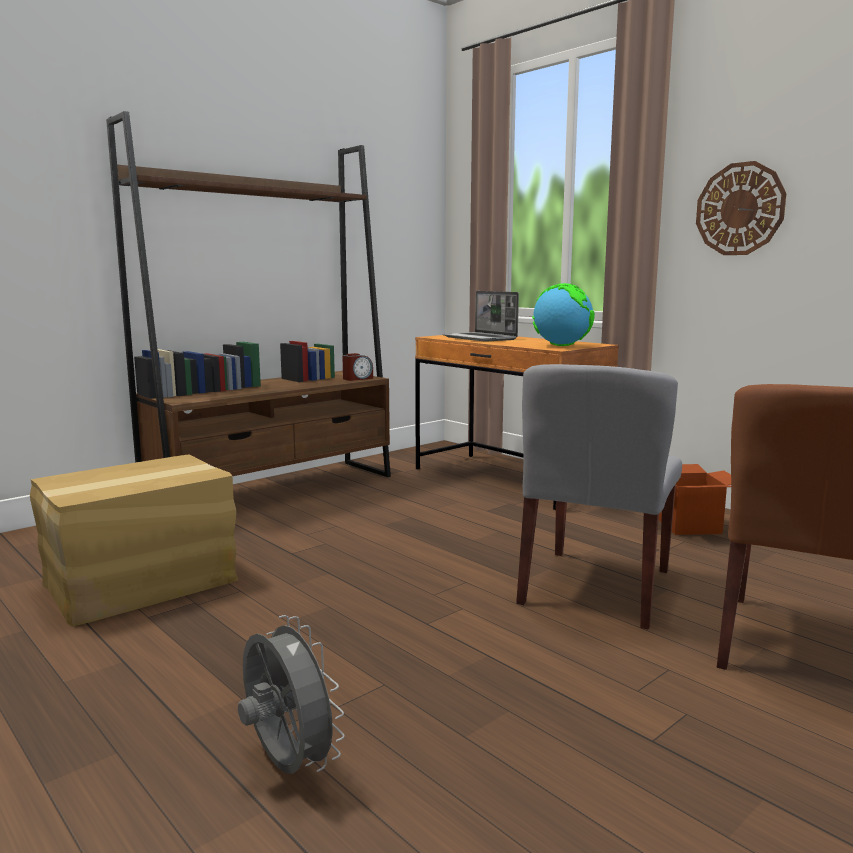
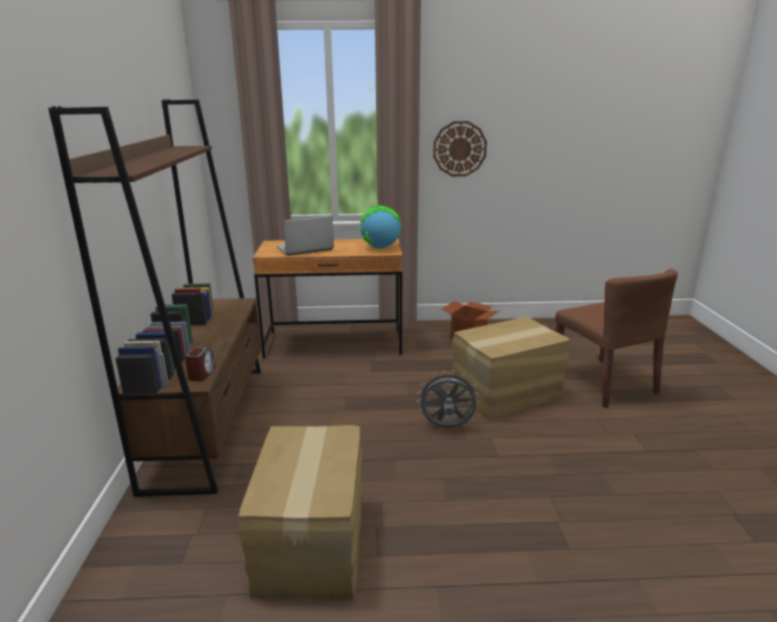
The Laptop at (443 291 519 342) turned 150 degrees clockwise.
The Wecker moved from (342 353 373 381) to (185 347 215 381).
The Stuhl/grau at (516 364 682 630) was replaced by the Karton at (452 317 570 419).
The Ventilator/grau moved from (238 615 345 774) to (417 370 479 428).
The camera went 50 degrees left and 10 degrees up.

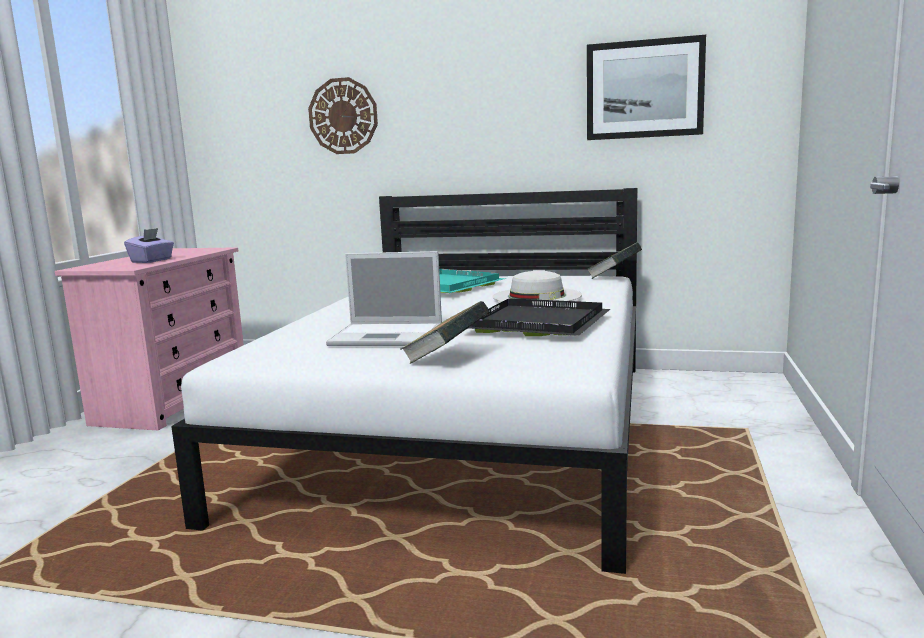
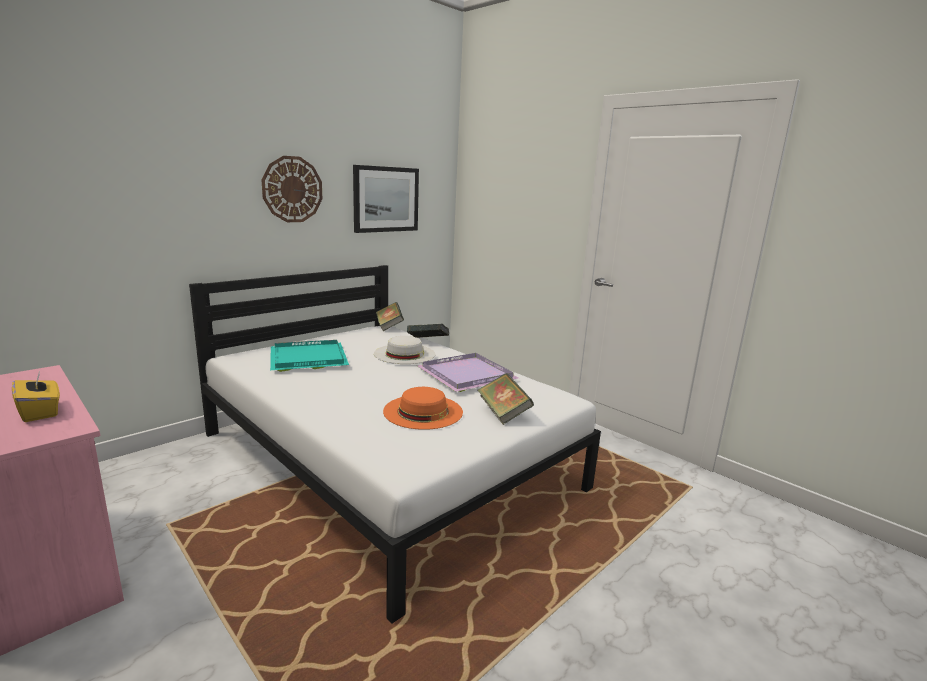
The Wanduhr moved from (308 77 378 154) to (262 156 322 222).
The Taschentuchbox/lila at (124 228 174 263) became the Taschentuchbox/gelb at (12 370 60 422).
The Laptop at (326 251 442 346) was replaced by the Hut/orange at (383 387 463 430).
The Tablett/schwarz at (469 298 610 336) became the Tablett/lila at (417 353 519 392).
The Buch at (407 324 449 338) appeared.
The camera went 60 degrees left and 5 degrees up.

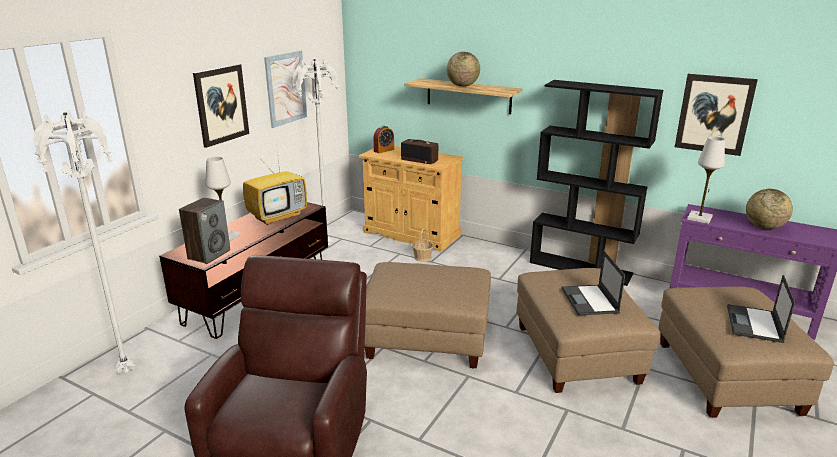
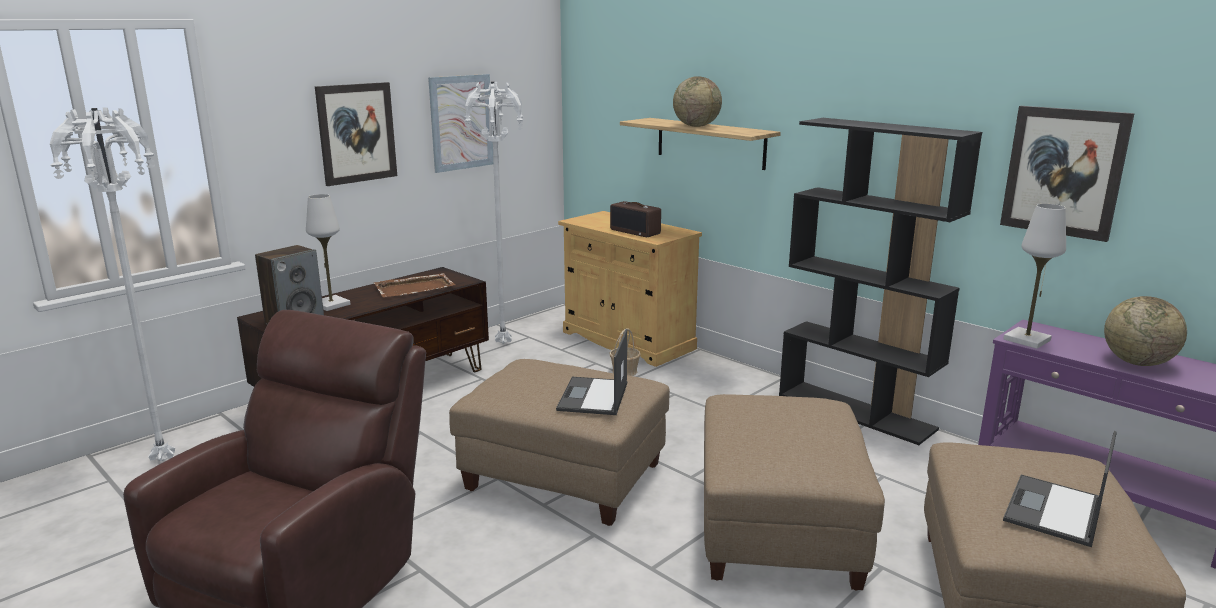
The Wecker at (373 126 394 153) disappeared.
The Fernseher at (243 150 307 225) was replaced by the Tablett/braun at (374 273 455 297).
The Laptop moved from (561 250 625 316) to (556 329 627 415).
The camera went 15 degrees right and 5 degrees down.

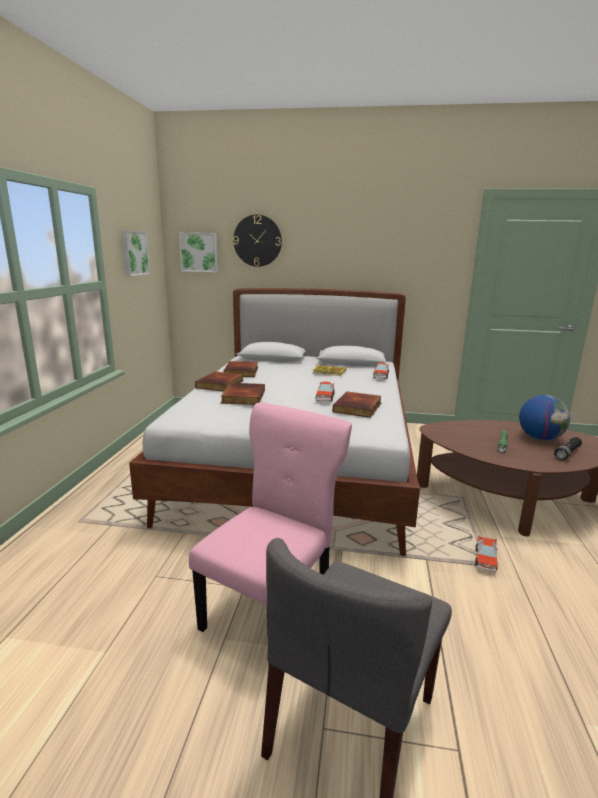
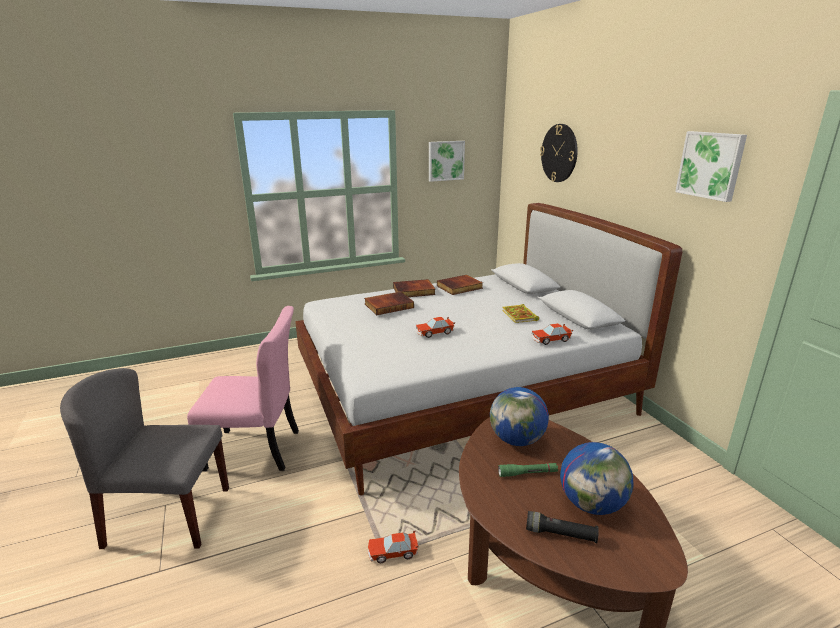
The Bild moved from (179 233 218 272) to (675 131 747 202).
The Buch at (333 391 382 418) disappeared.
The Globus at (490 387 549 446) appeared.
The camera went 60 degrees right and 5 degrees up.

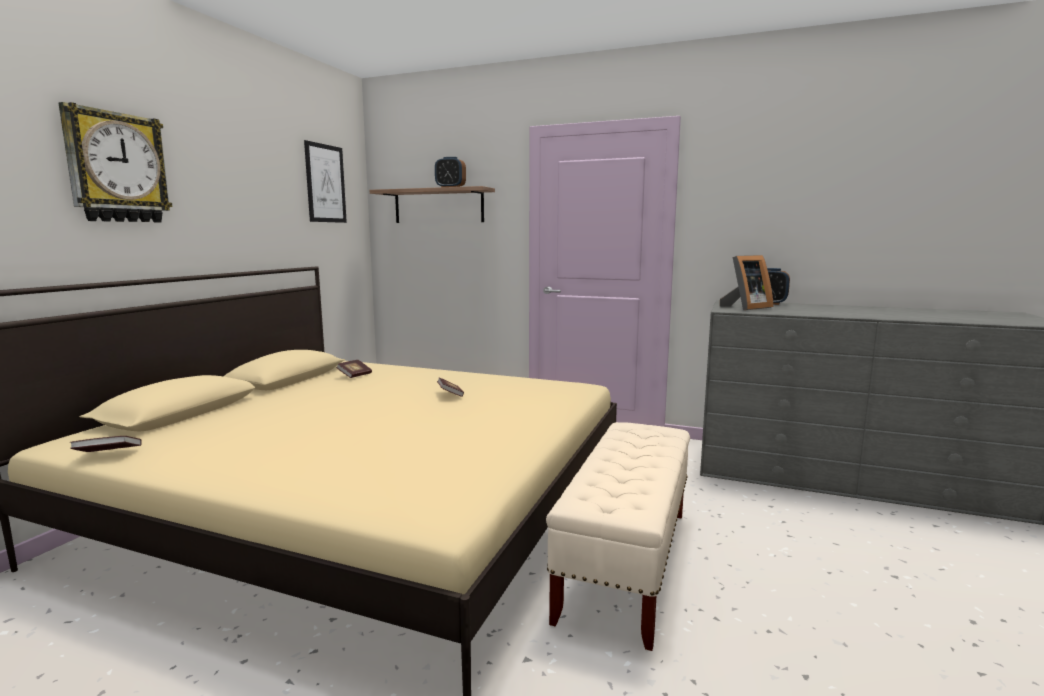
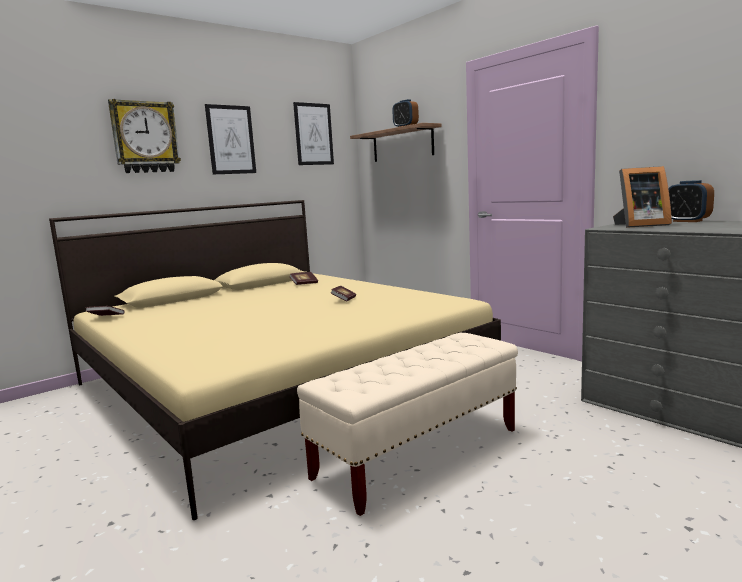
The Bild at (205 104 256 174) appeared.
The camera went 30 degrees right and 0 degrees up.

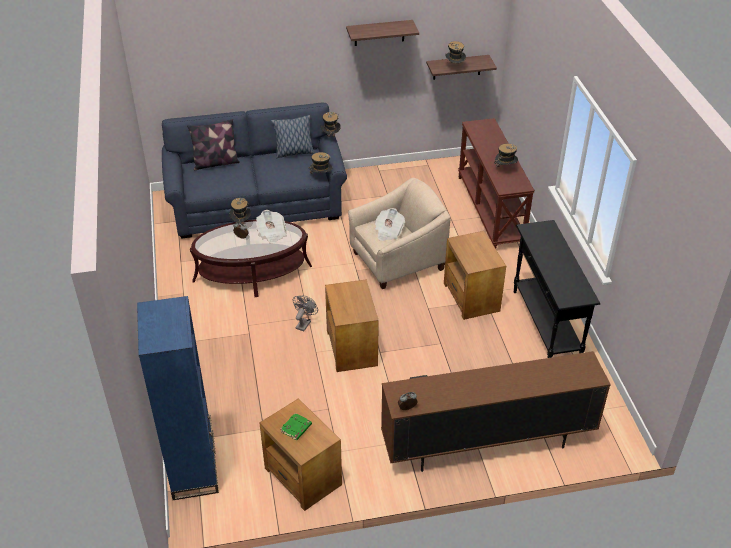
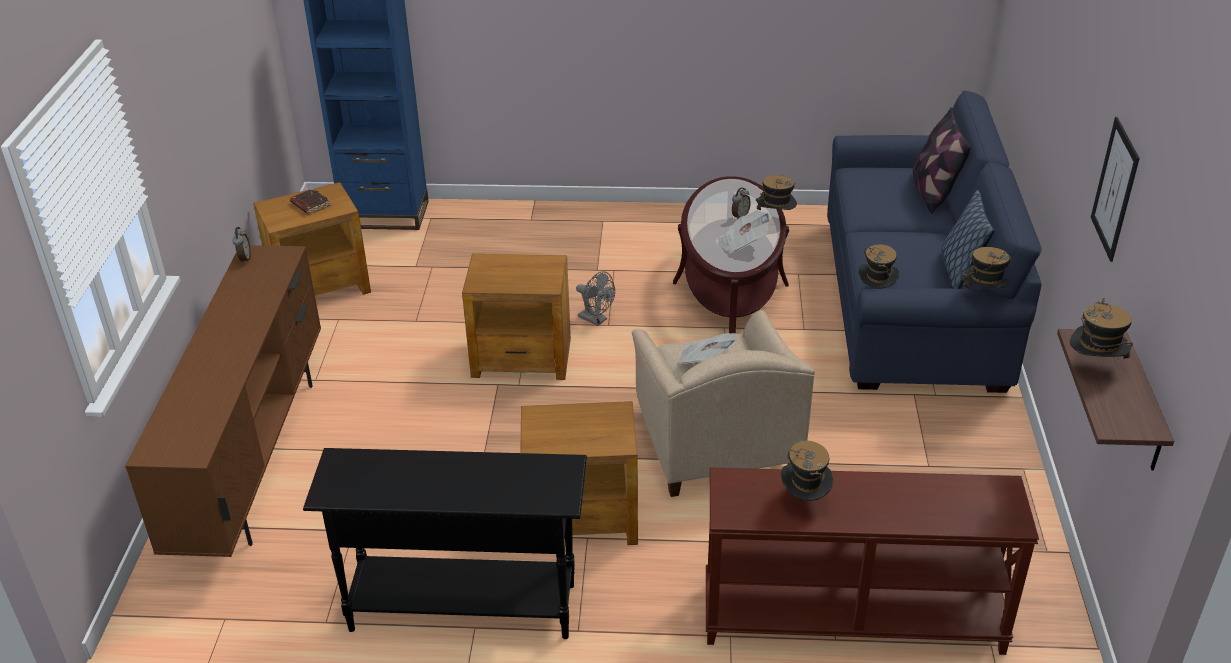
The Wandregal at (346 20 419 46) was replaced by the Bild at (1091 117 1140 262).
The Buch/grün at (280 413 312 440) became the Buch/braun at (290 189 331 214).
The camera went 105 degrees right and 5 degrees down.

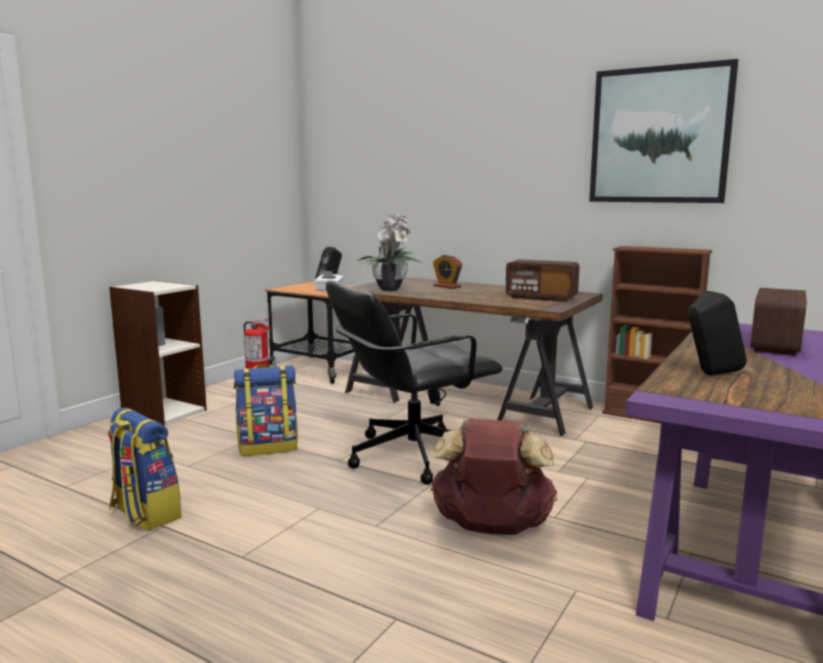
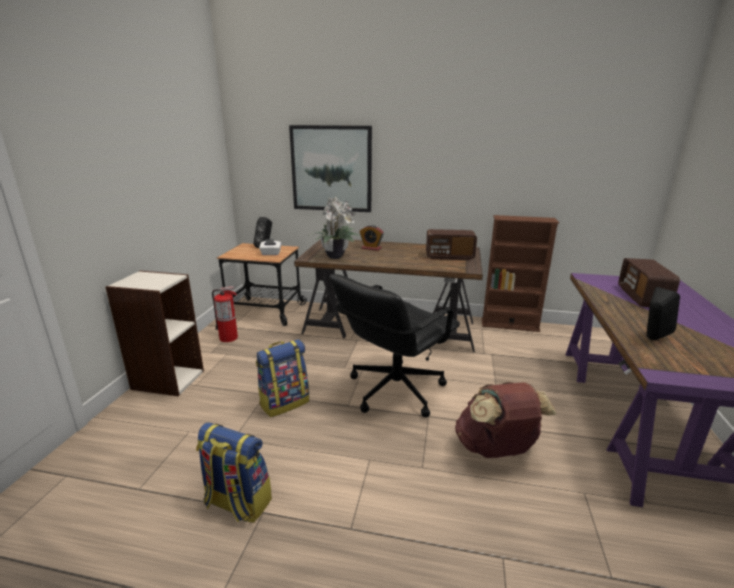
The Bild moved from (589 59 738 203) to (289 125 372 212).
The camera went 20 degrees left and 10 degrees up.

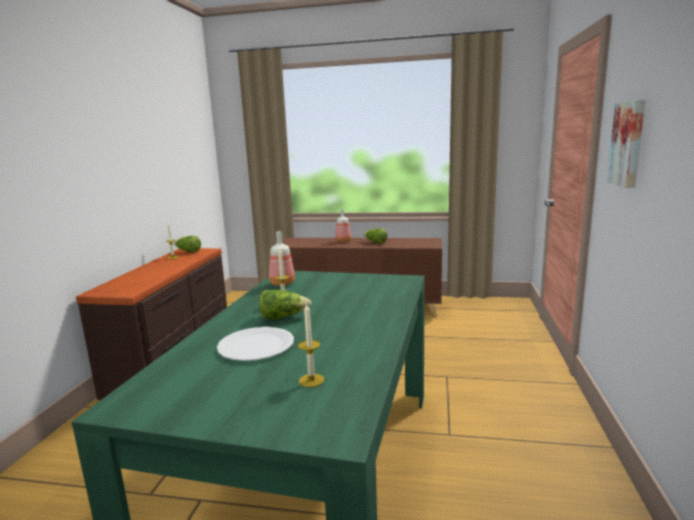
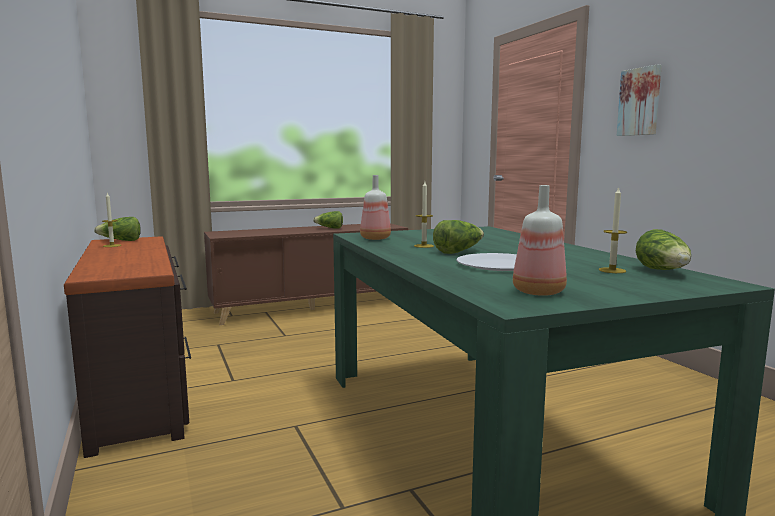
The Flasche moved from (335 209 351 242) to (513 185 567 296).
The Salatkopf at (636 229 691 270) appeared.
The camera went 35 degrees left and 5 degrees down.

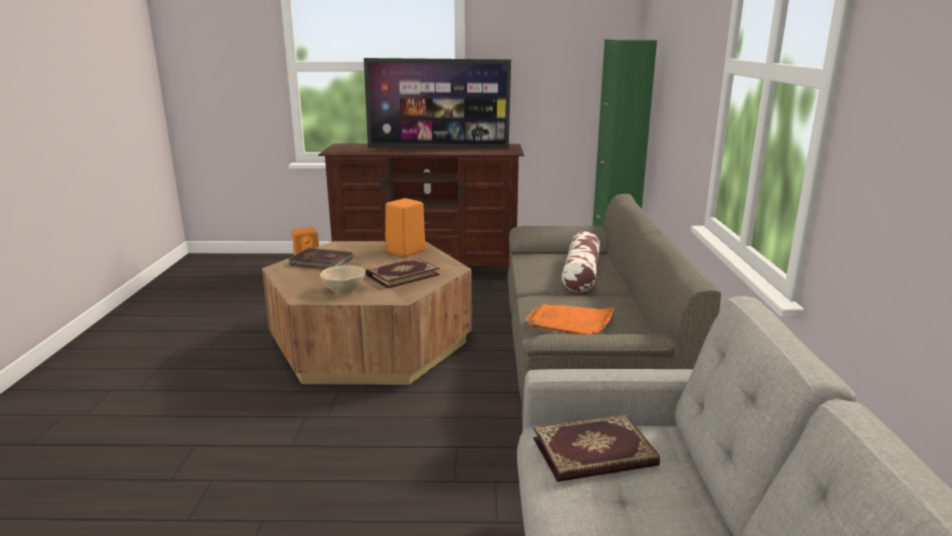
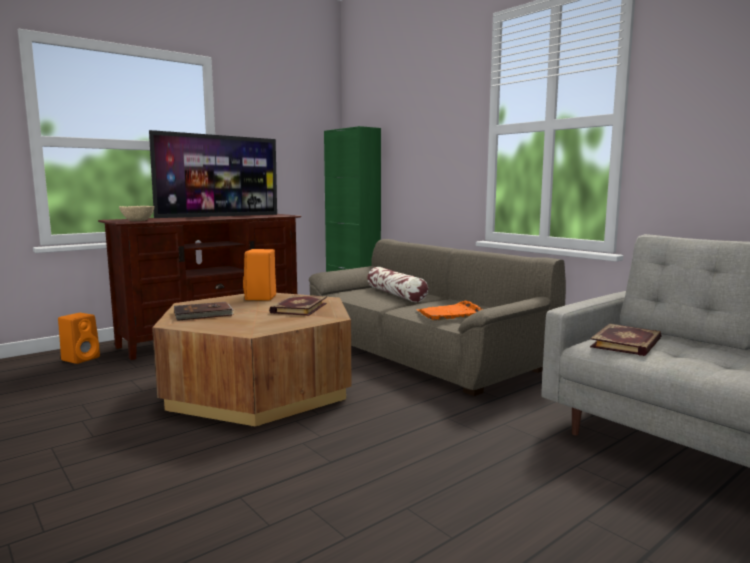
The Schüssel/beige moved from (320 265 365 293) to (119 206 155 221).
The camera went 40 degrees left and 10 degrees down.

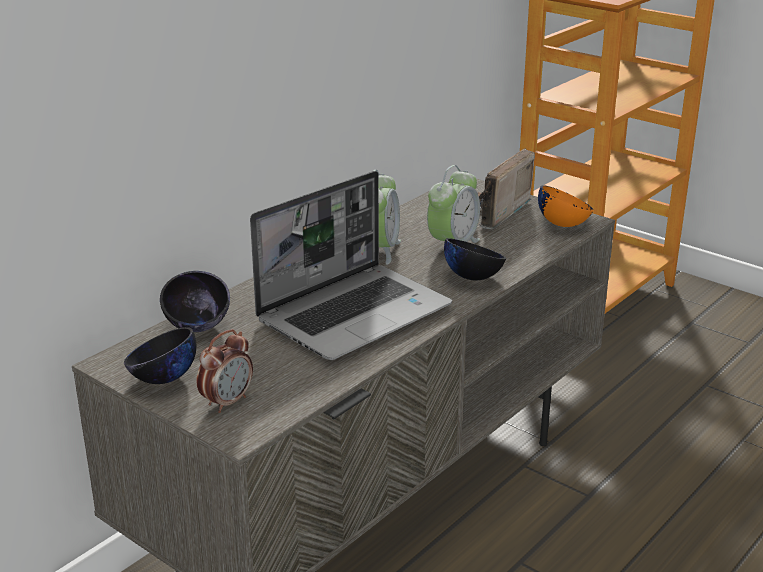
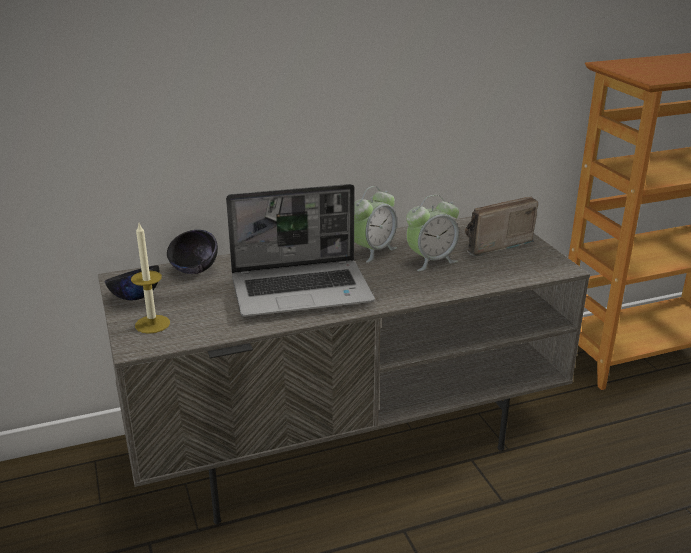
The Schüssel/orange at (538 185 593 227) disappeared.
The Schüssel/schwarz at (444 238 506 280) disappeared.
The Wecker at (196 329 253 413) was replaced by the Kerze at (131 223 170 334).
The camera went 30 degrees right and 0 degrees up.

